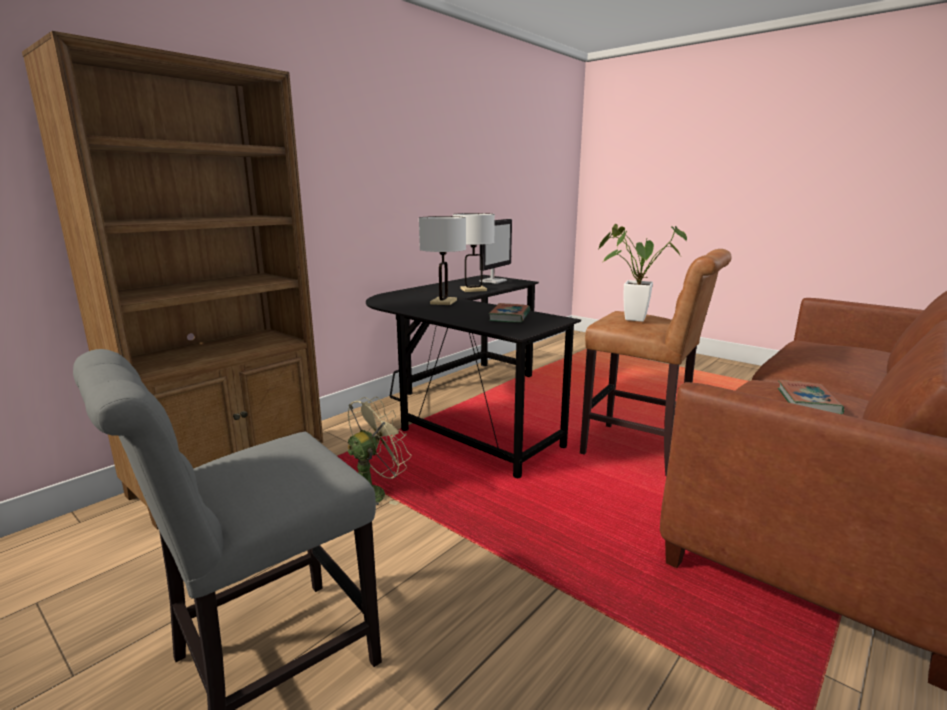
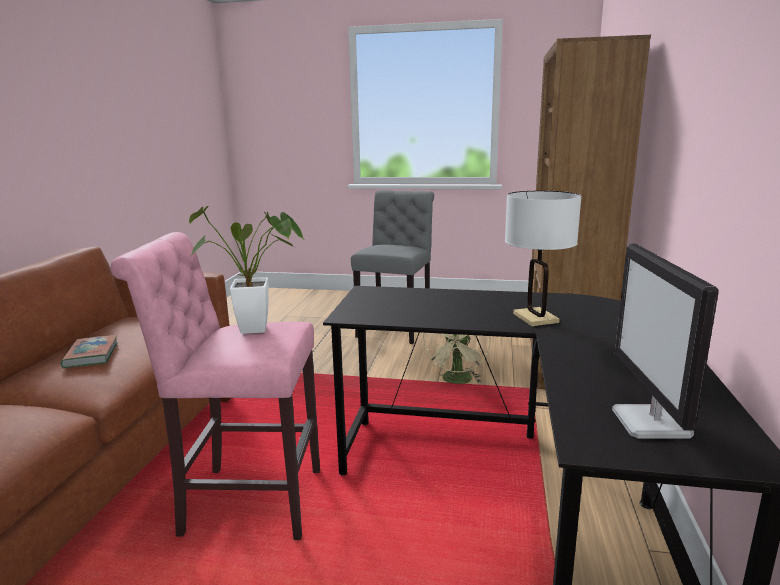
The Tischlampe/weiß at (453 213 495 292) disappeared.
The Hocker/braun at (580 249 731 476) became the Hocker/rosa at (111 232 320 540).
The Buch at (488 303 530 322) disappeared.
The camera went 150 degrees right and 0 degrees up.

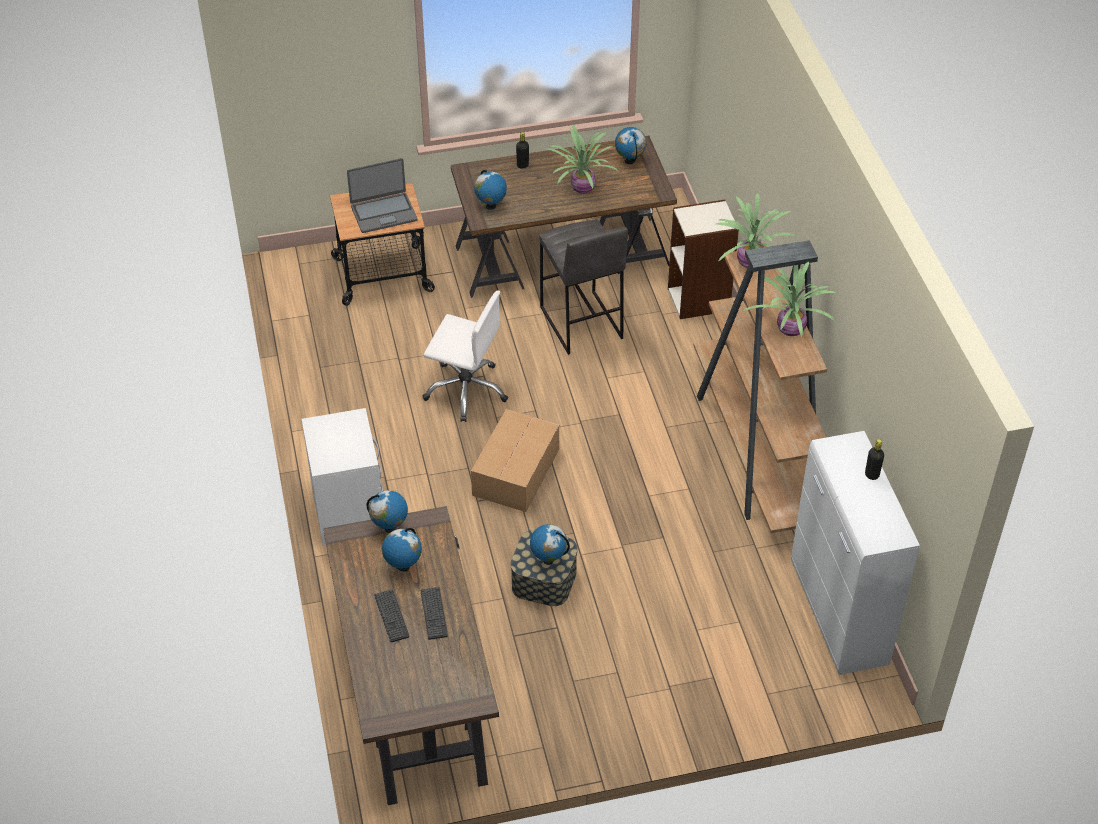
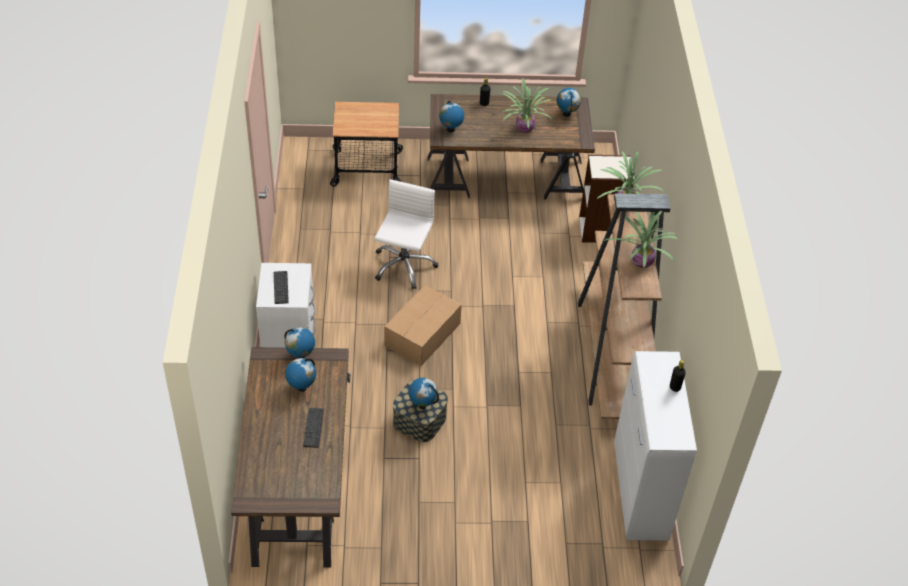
The Laptop at (347 158 418 233) disappeared.
The Hocker/grau at (539 219 628 355) disappeared.
The Bürostuhl/weiß at (422 291 508 422) turned 105 degrees counterclockwise.
The Tastatur moved from (374 589 409 642) to (274 271 289 304).
The camera went 10 degrees right and 0 degrees up.

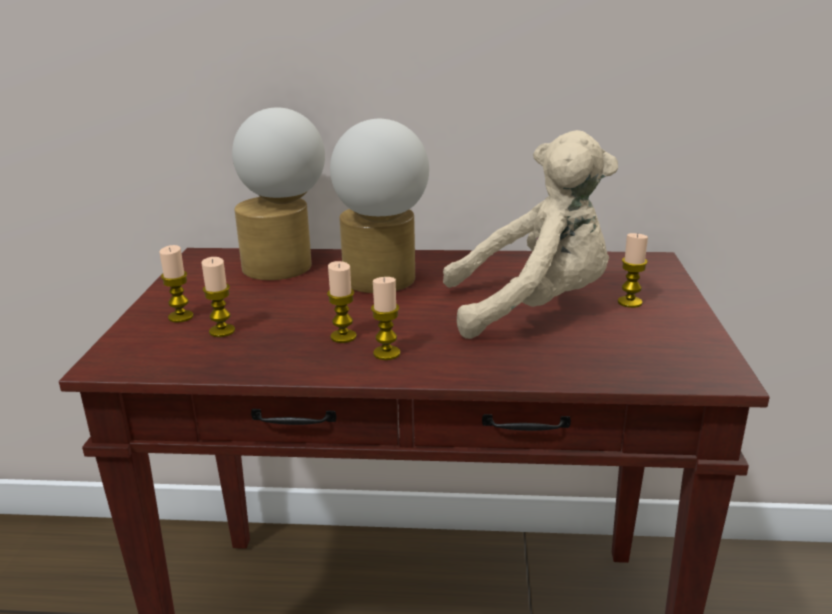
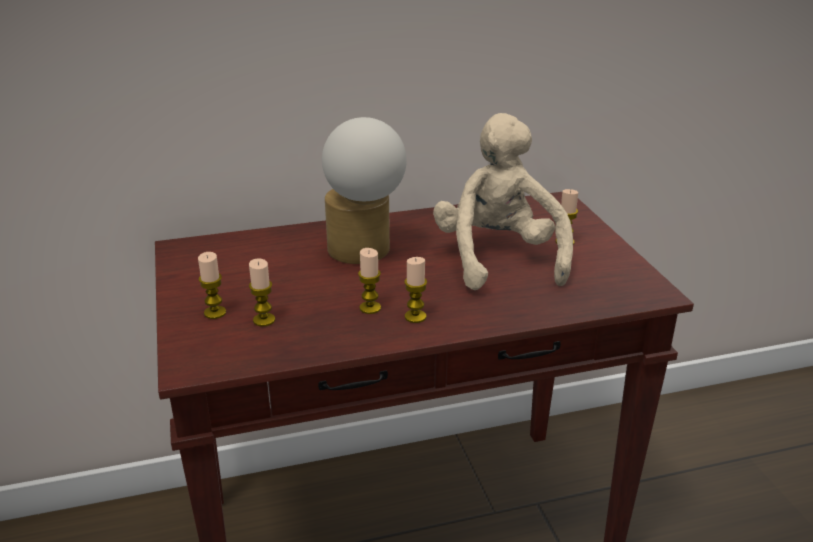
The Tischlampe at (232 107 325 280) disappeared.
The Plüschtier/beige at (443 130 618 339) turned 75 degrees counterclockwise.
The camera went 20 degrees left and 5 degrees up.

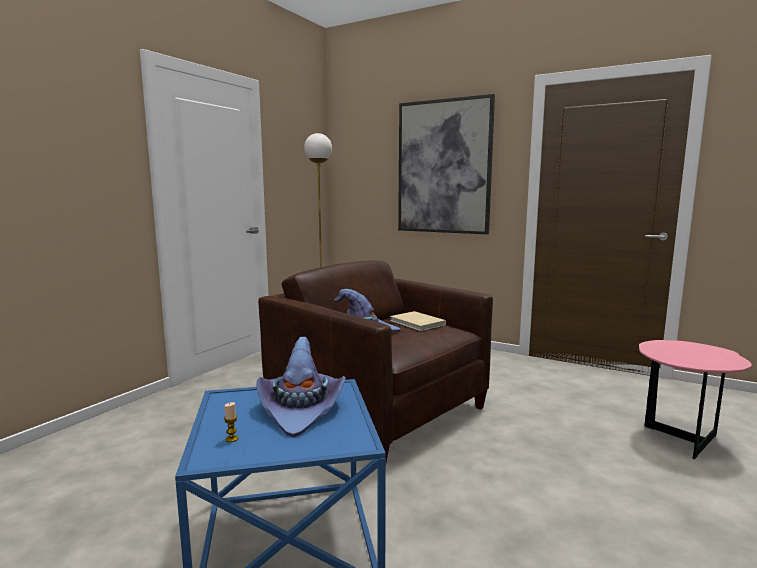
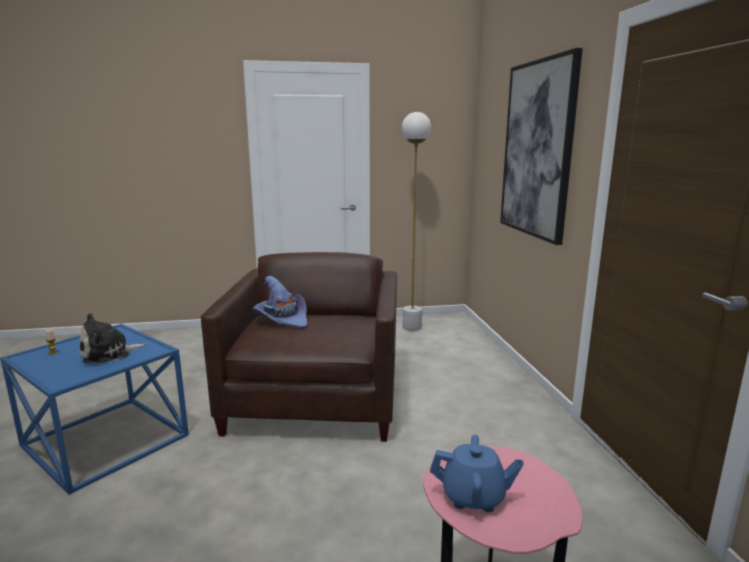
The Buch/beige at (390 311 446 331) disappeared.
The Hut/lila at (256 337 346 437) was replaced by the Plüschtier at (79 313 146 364).
The Teekanne/blau at (430 435 524 512) appeared.
The camera went 50 degrees right and 5 degrees up.

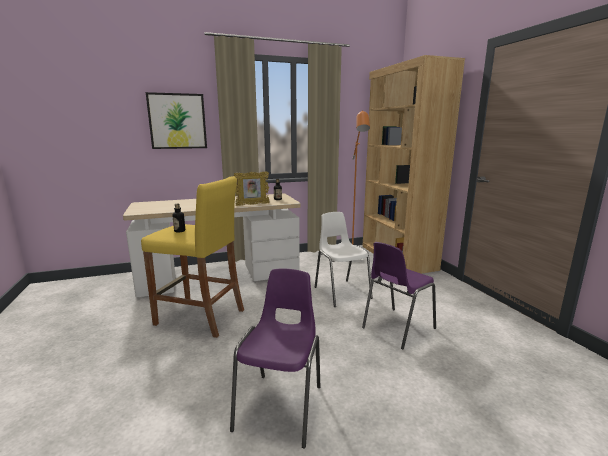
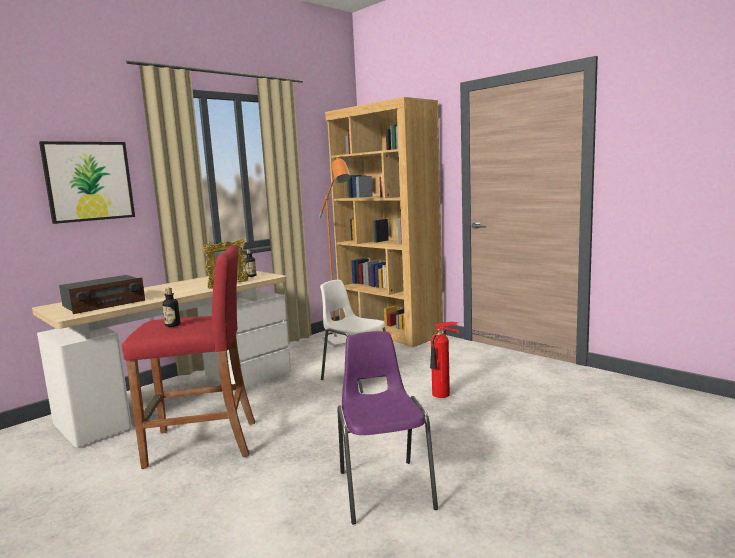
The Hocker/gelb at (141 176 244 338) became the Hocker/rot at (122 245 255 469).
The Stuhl/lila at (362 242 436 350) was replaced by the Feuerlöscher at (430 322 460 398).
The Radio at (59 275 145 314) appeared.
The camera went 25 degrees left and 5 degrees down.

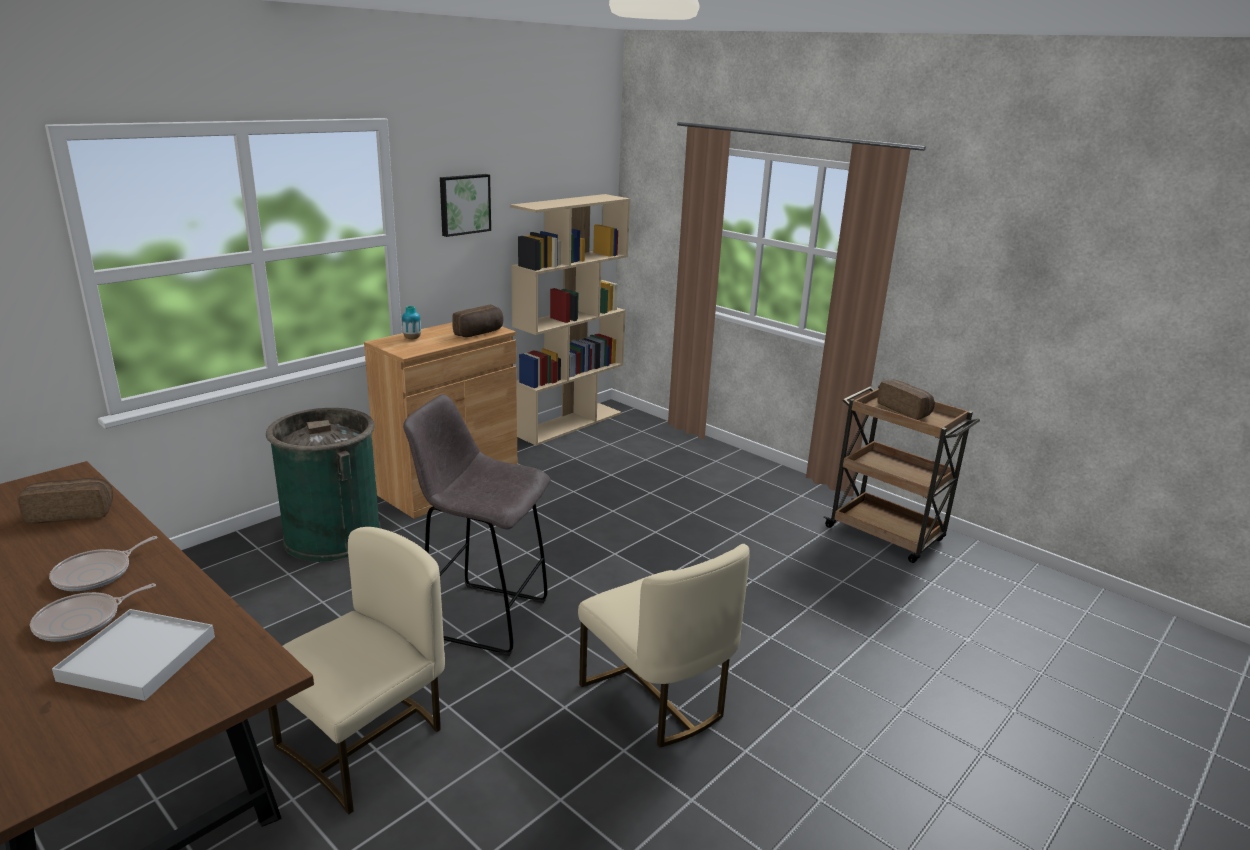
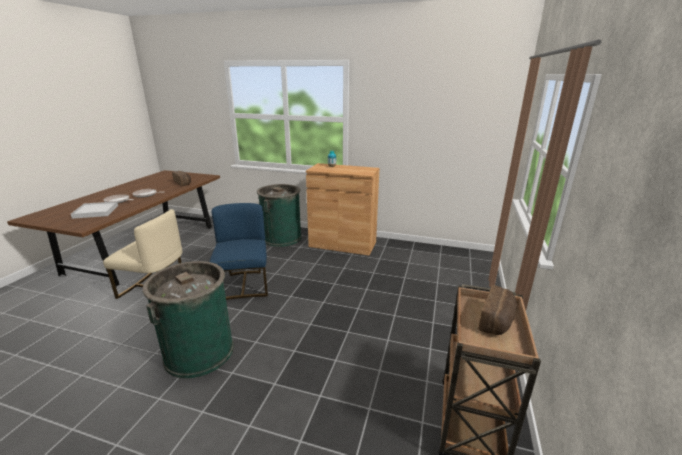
The Bild at (440 174 491 237) disappeared.
The Bücherregal/beige at (510 194 630 446) disappeared.
The Brot at (452 305 503 337) disappeared.
The Hocker/grau at (403 394 551 656) was replaced by the Stuhl/blau at (210 203 268 300).
The Stuhl/beige at (578 544 749 747) was replaced by the Mülleimer/grün at (142 261 234 379).
The camera went 65 degrees right and 0 degrees up.

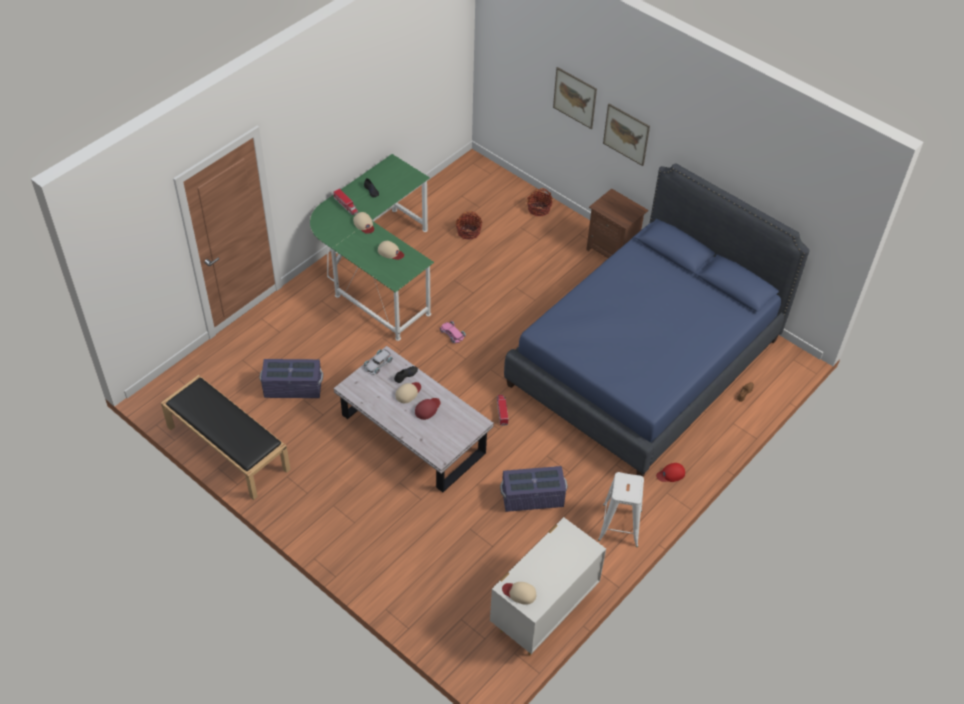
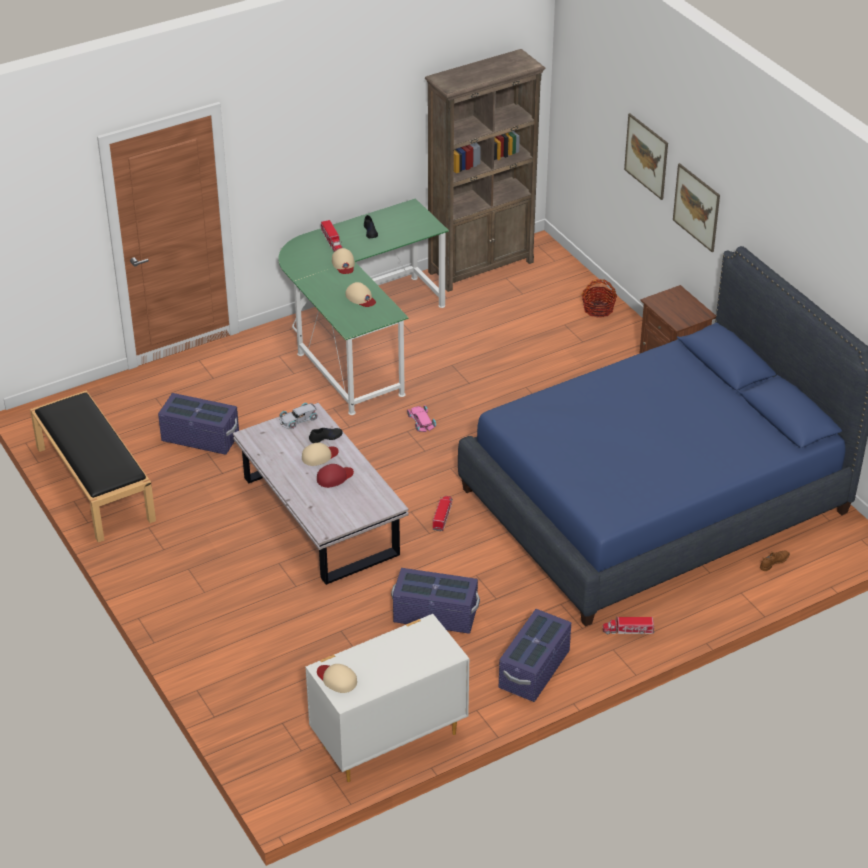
The Korb at (455 211 482 240) disappeared.
The Kappe/rot at (656 463 685 482) was replaced by the Spielzeuglaster at (603 617 655 634).
The Hocker/weiß at (598 472 644 547) was replaced by the Aufbewahrungsbox/lila at (499 609 571 702).
The Bücherregal/braun at (425 49 546 292) appeared.
The camera went 20 degrees right and 10 degrees down.

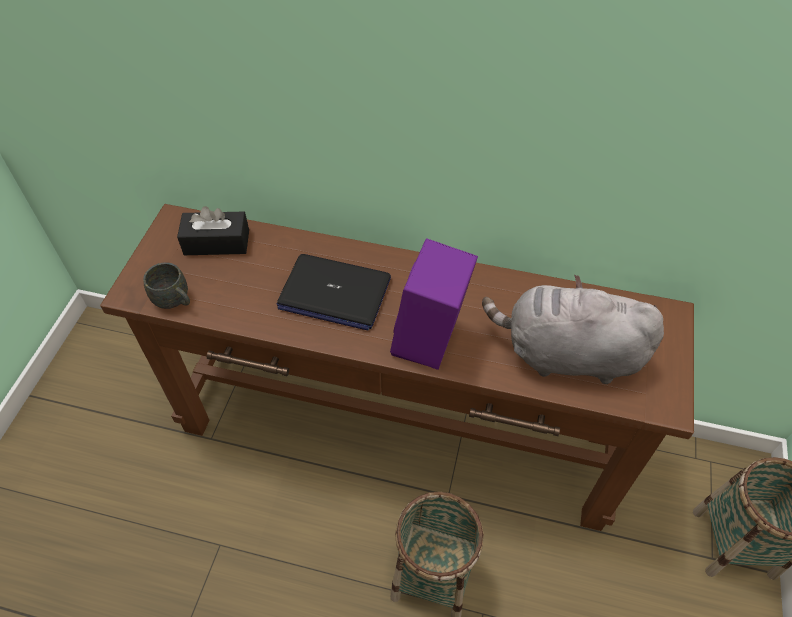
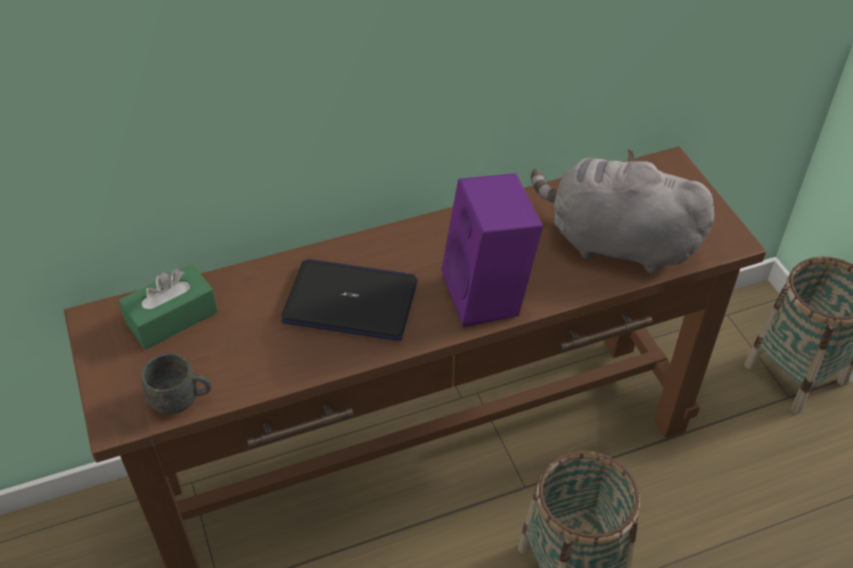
The Taschentuchbox/schwarz at (177 206 249 255) became the Taschentuchbox/grün at (118 264 218 350).
The Laptop at (277 254 391 330) turned 150 degrees counterclockwise.
The Plüschtier/grau at (482 275 664 384) turned 45 degrees clockwise.
The camera went 35 degrees left and 5 degrees down.

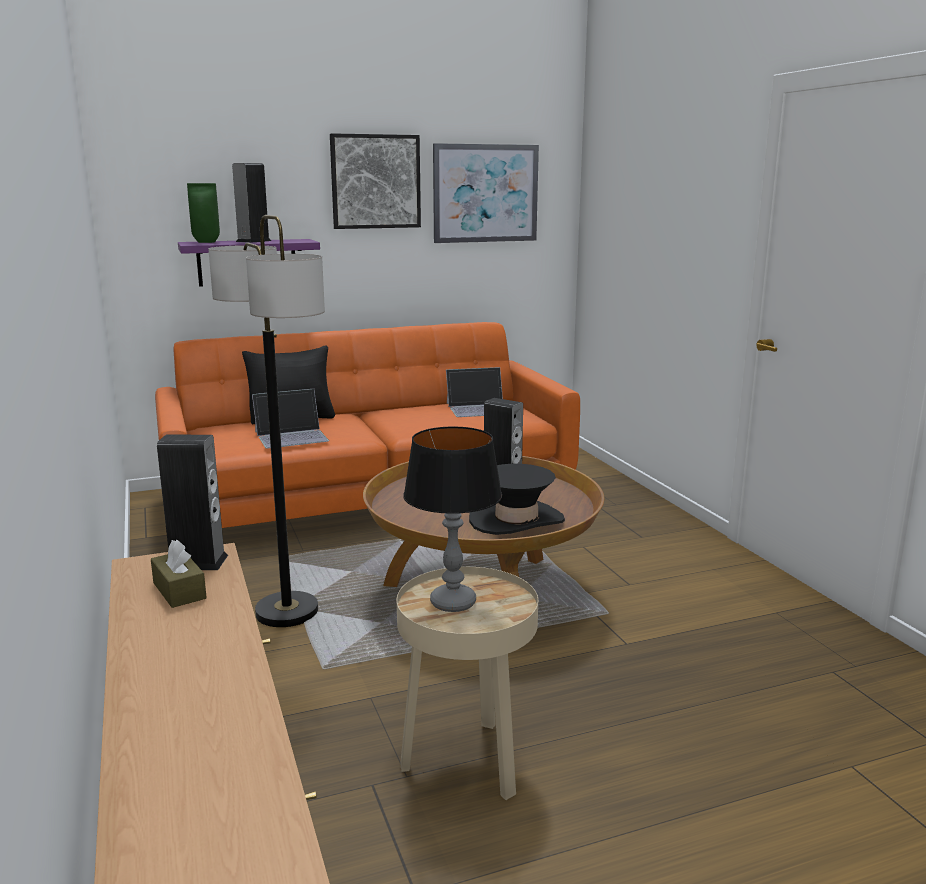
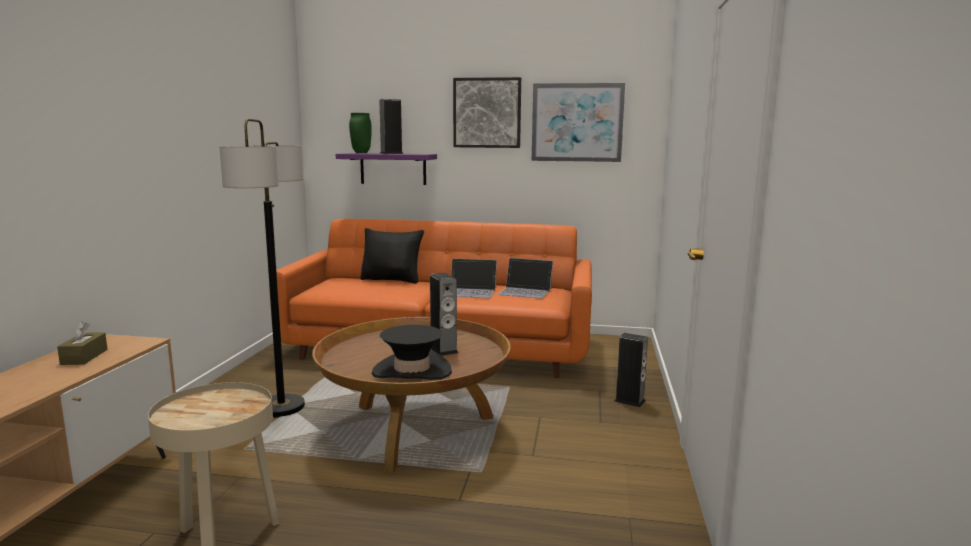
The Laptop moved from (252 389 329 449) to (451 259 497 298).
The Tischlampe at (403 427 502 612) disappeared.
The Lautsprecher moved from (157 434 228 570) to (614 333 648 407).
The camera went 30 degrees right and 5 degrees down.

